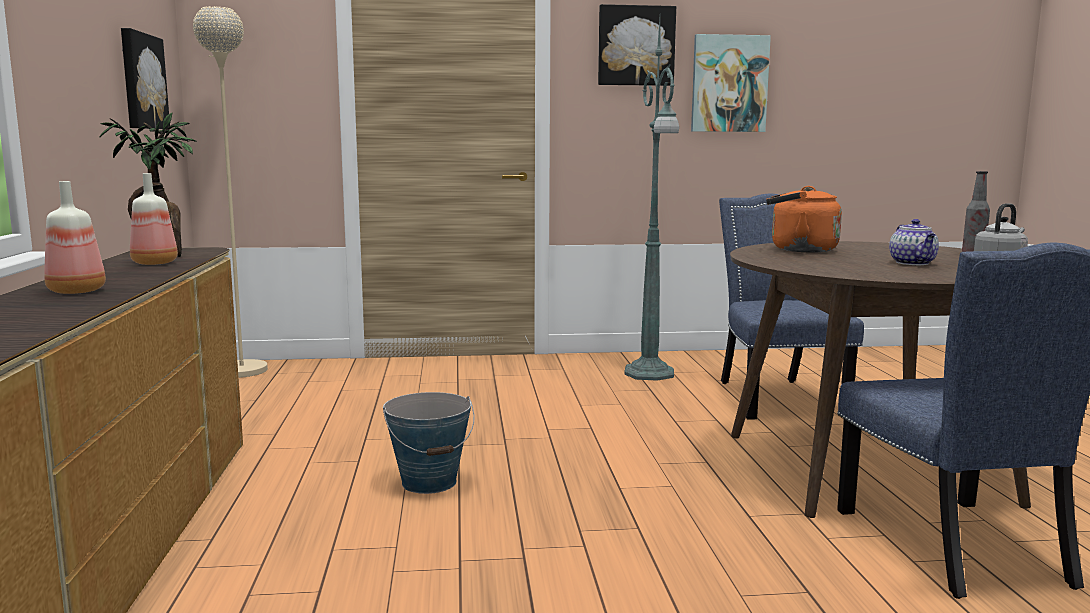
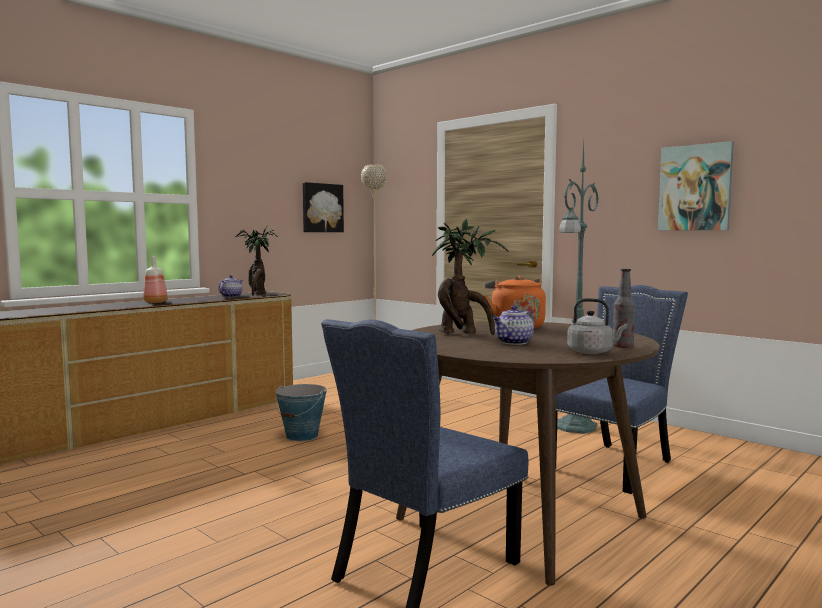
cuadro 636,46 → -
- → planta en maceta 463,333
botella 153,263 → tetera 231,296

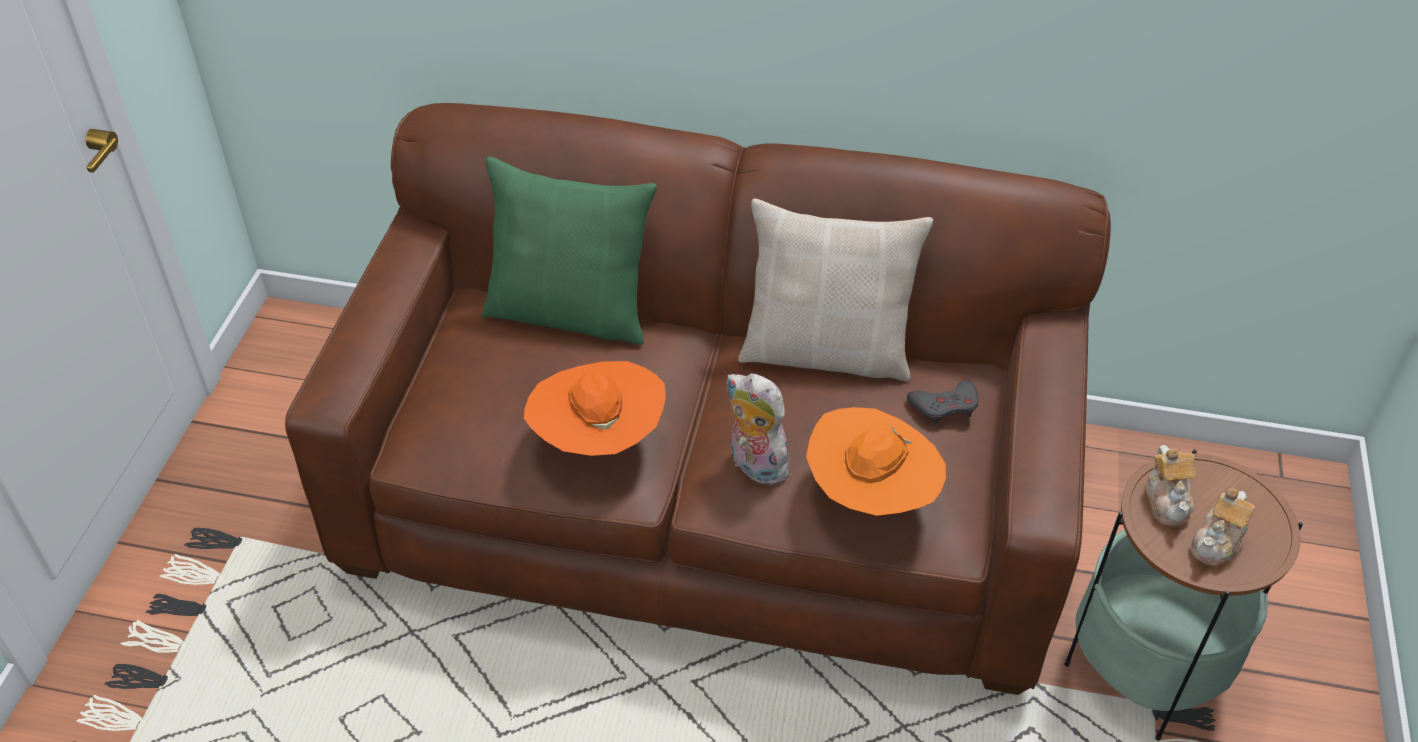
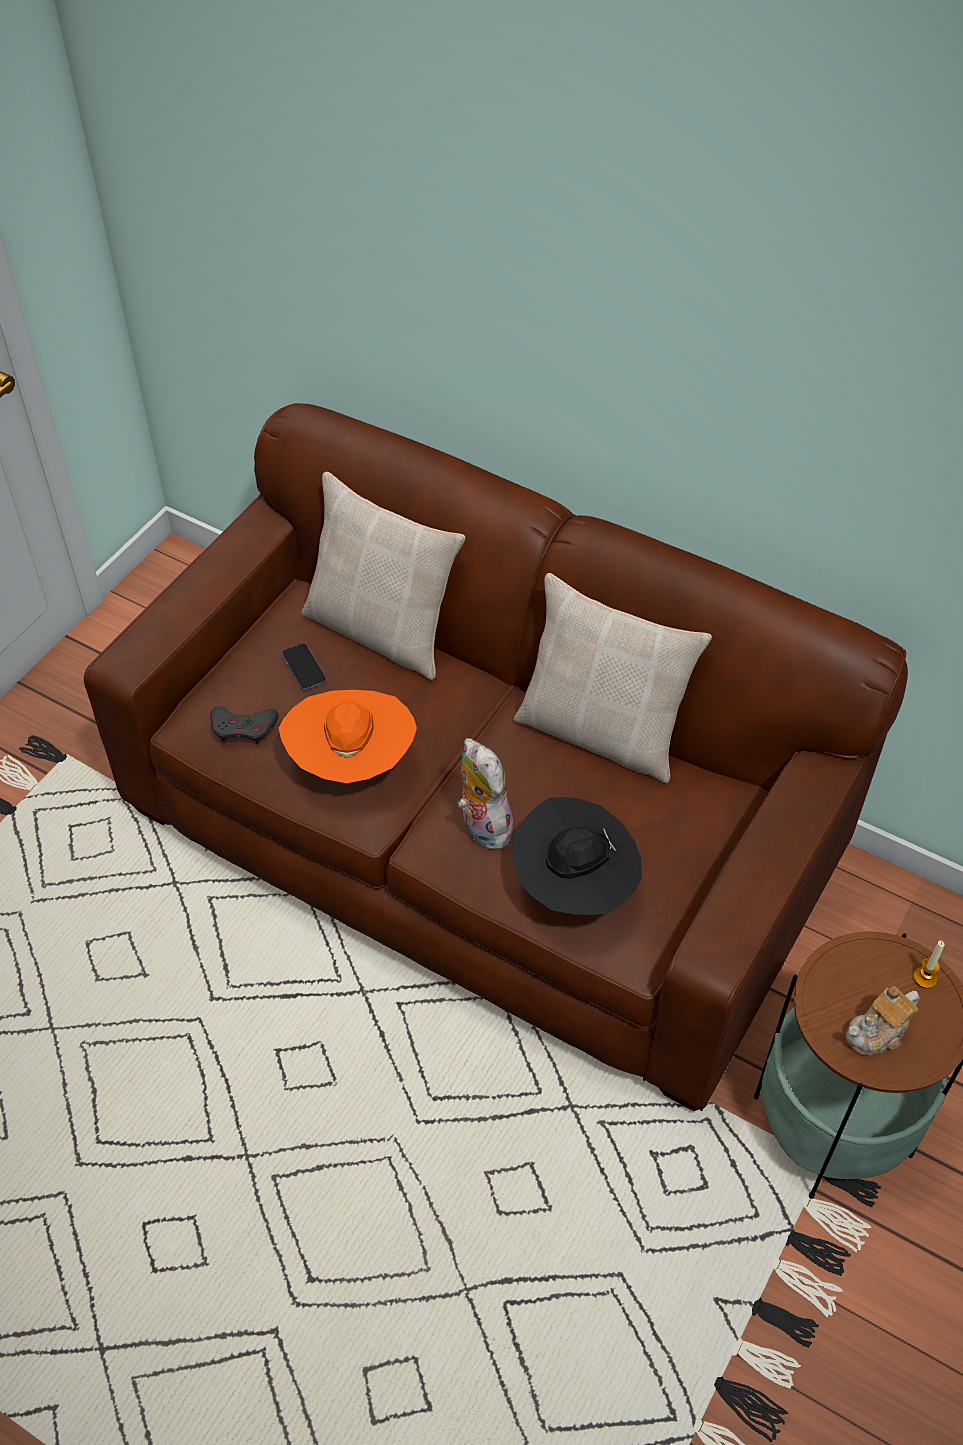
tetera 1167,500 → -
- → móvil 304,668
- → vela 925,978
mando de consola/gris 945,406 → mando de consola/gris 243,728, moved
cojín/verde 570,312 → cojín/beis 382,630
sombrero/naranja 870,496 → sombrero/negro 574,887

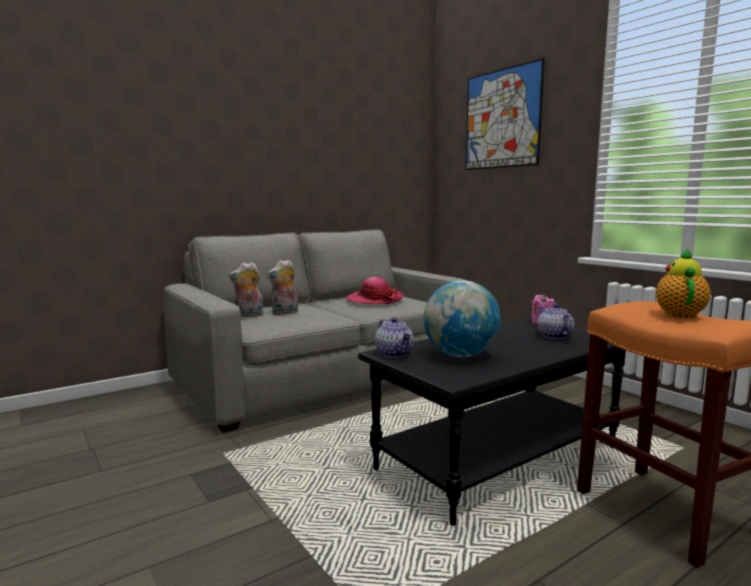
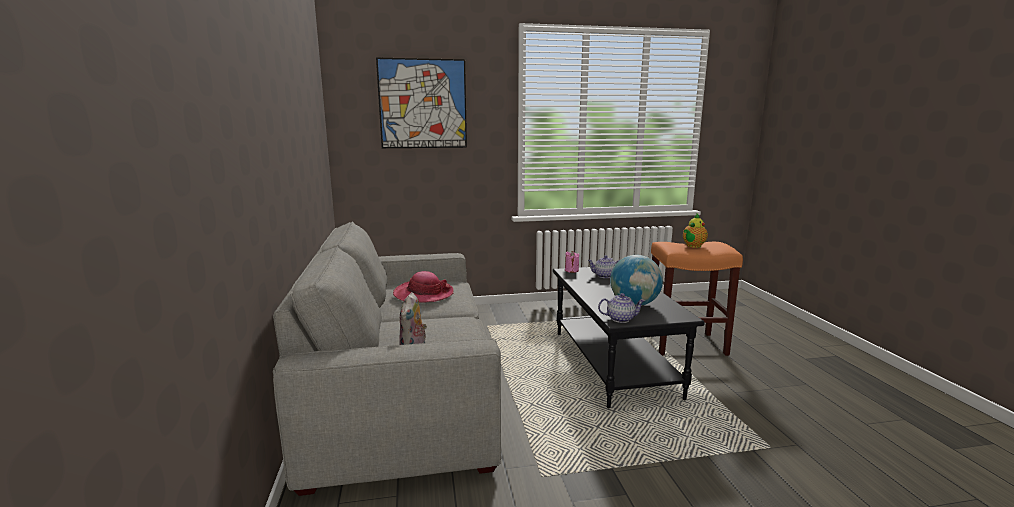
peluche 285,313 → -
tetera 679,314 → tetera 693,246, 90 degrees counterclockwise

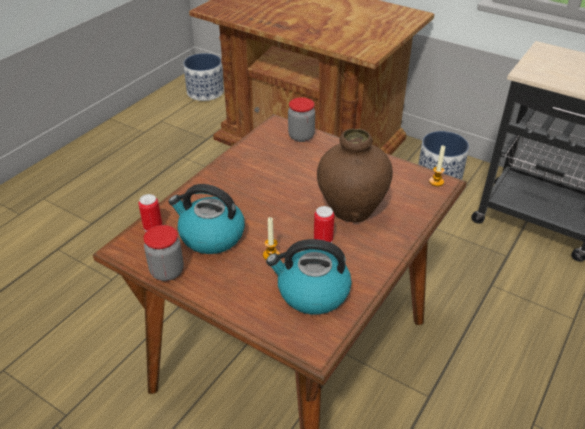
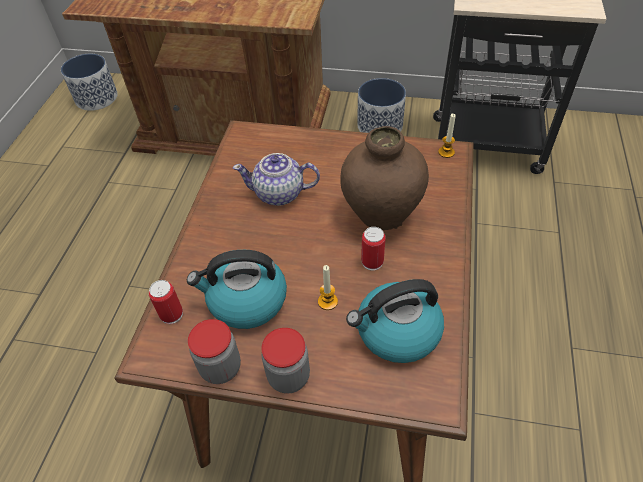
- → tetera 280,194
tarro 301,136 → tarro 288,376, moved

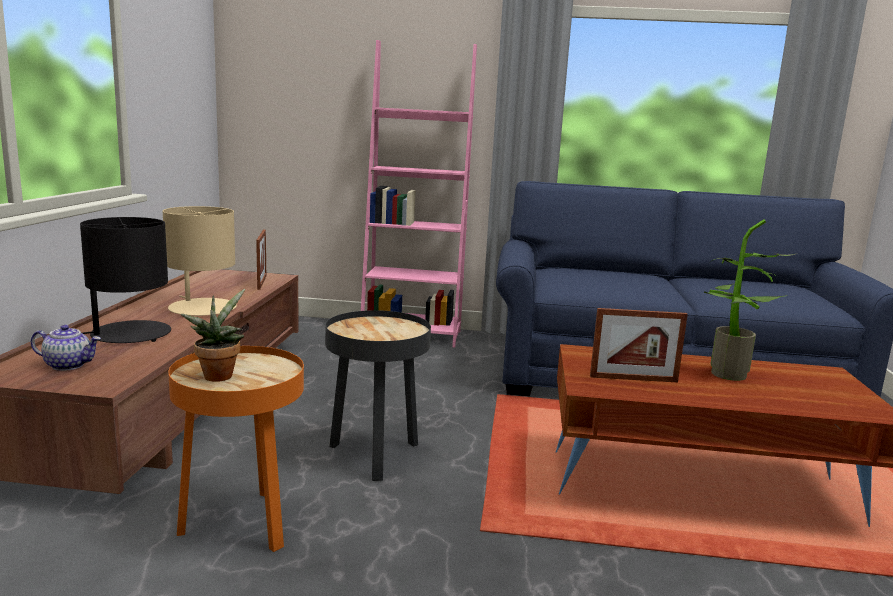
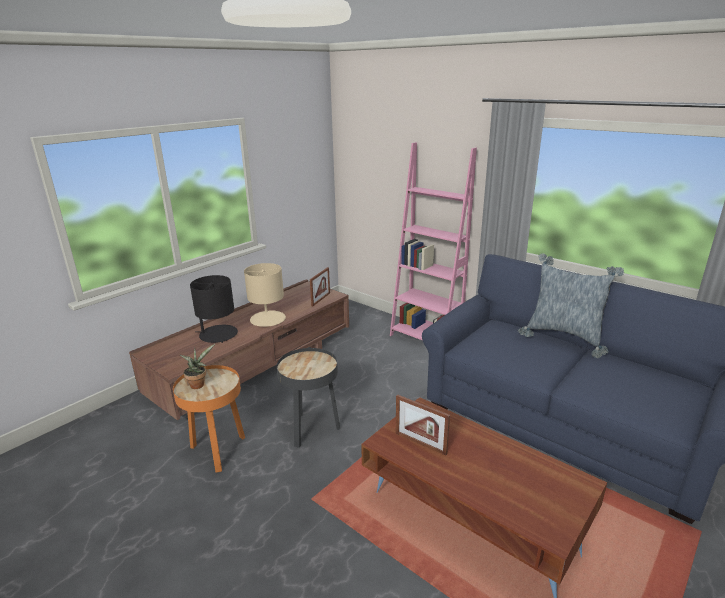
tetera 69,365 → -
planta en maceta 727,376 → -
- → cojín 563,341

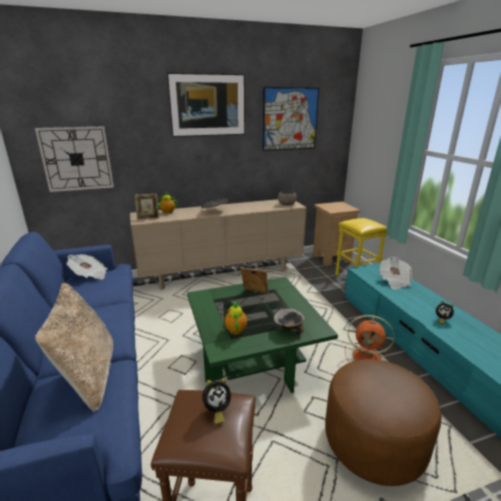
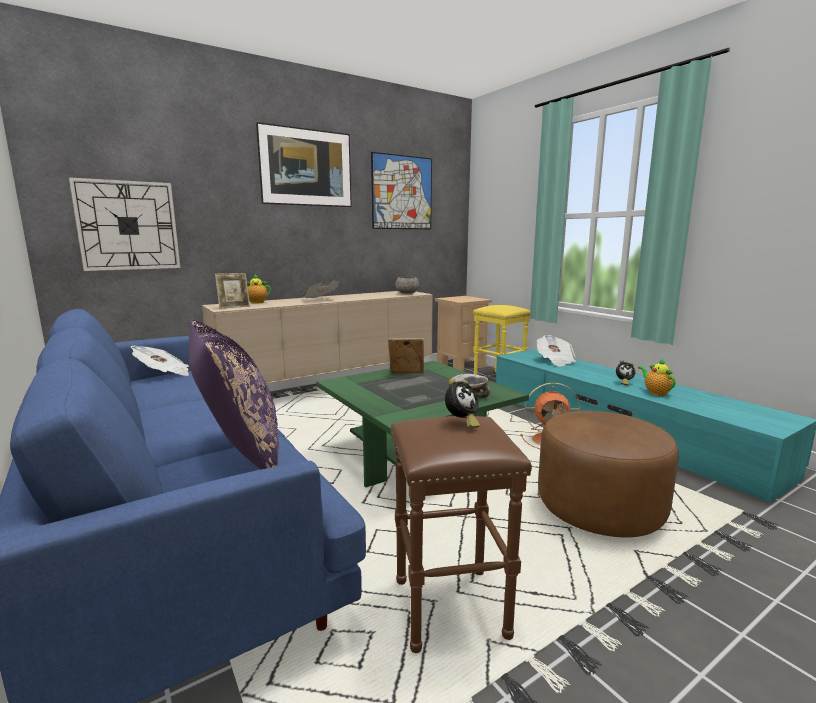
tetera 236,328 → tetera 655,392, moved
cojín/beis 90,378 → cojín/morado 239,453

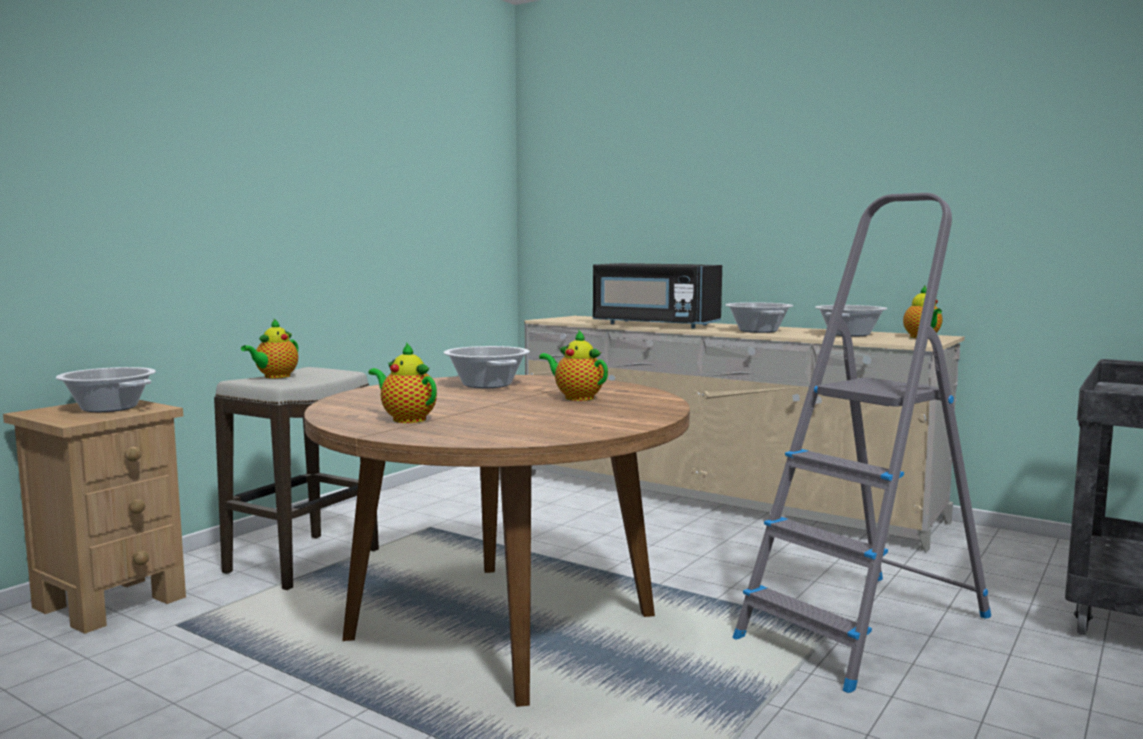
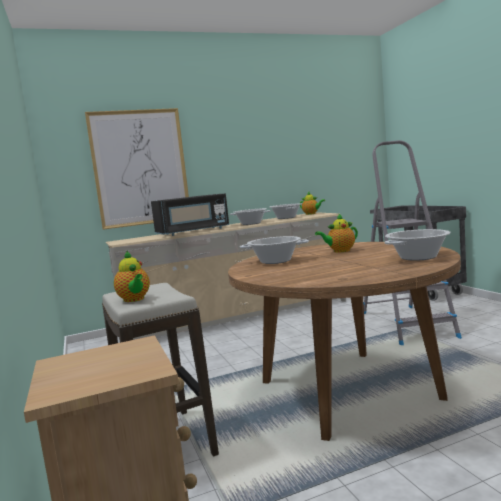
tetera 406,419 → -
- → cuadro 140,168
olla 109,408 → olla 417,257, moved

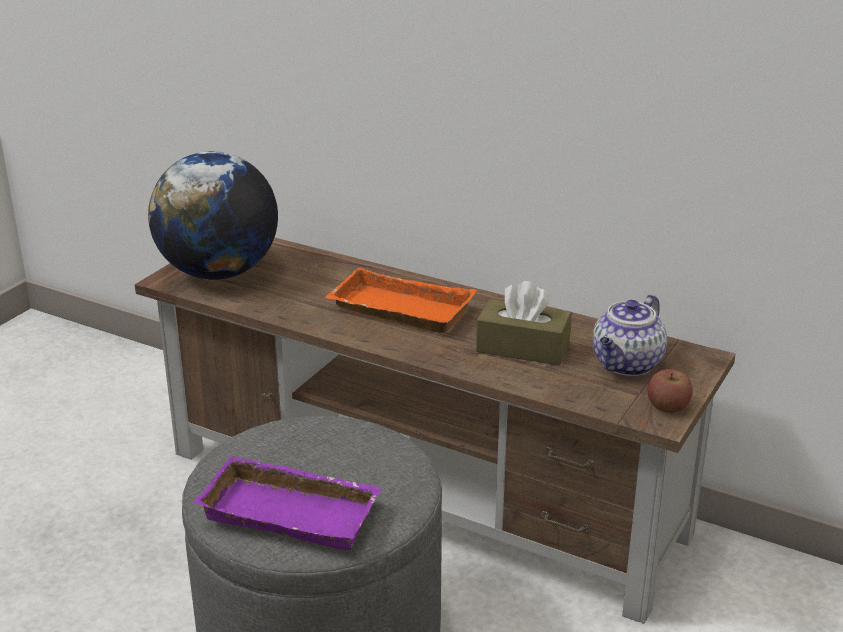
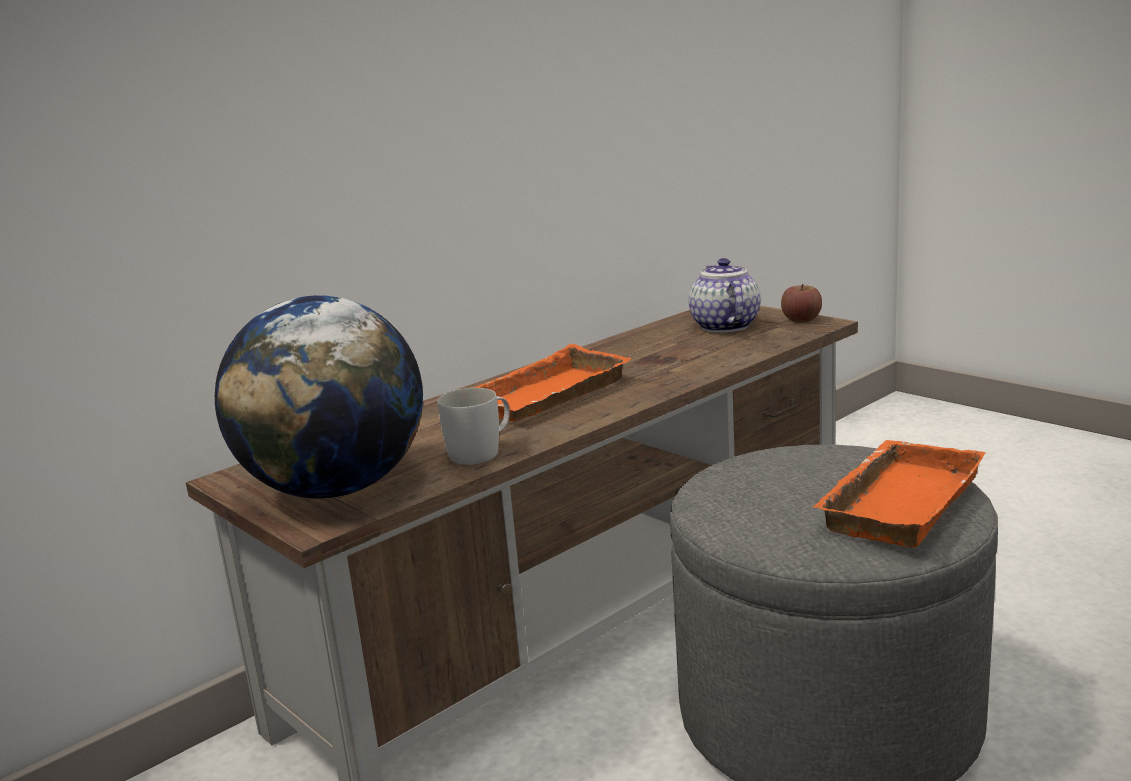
caja de pañuelos/marrón 523,348 → -
- → taza grande/blanco 482,451
bandeja/morado 294,511 → bandeja/naranja 897,501
tetera 627,365 → tetera 723,326, 150 degrees counterclockwise

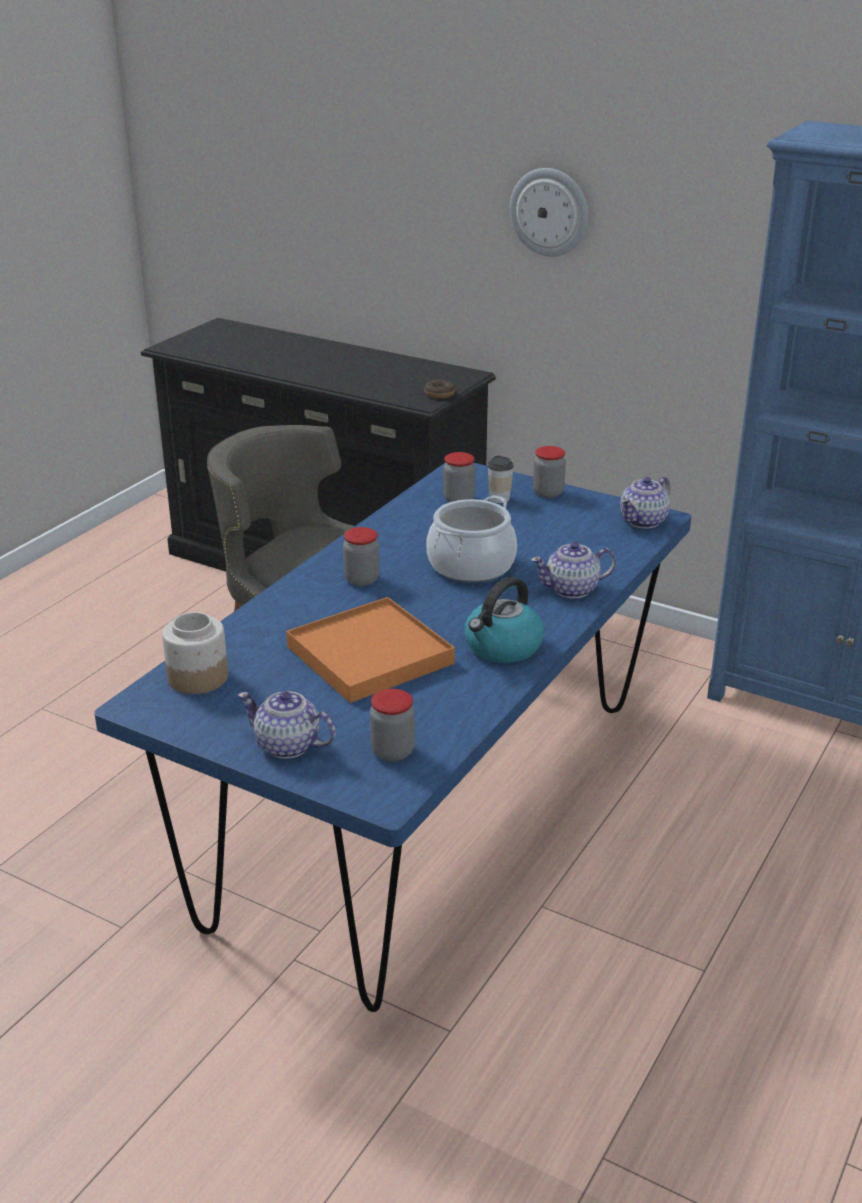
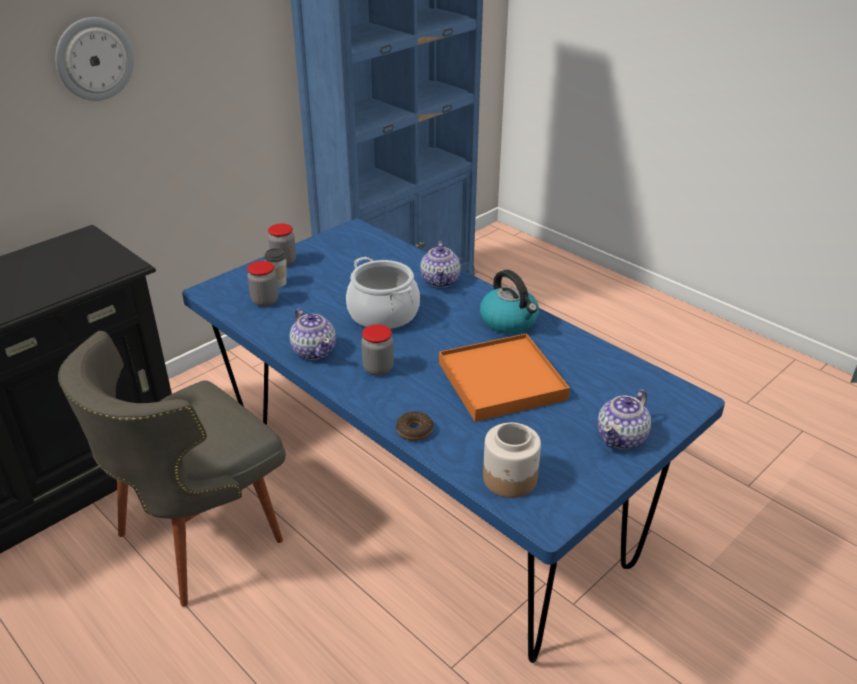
tarro 392,751 → -
rosquilla 439,394 → rosquilla 414,430, moved
tetera 644,521 → tetera 314,350, moved

